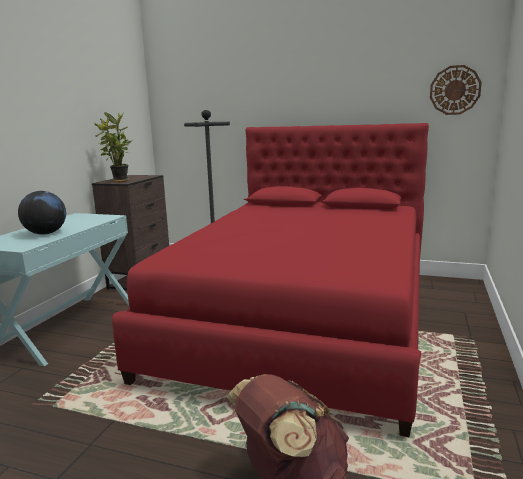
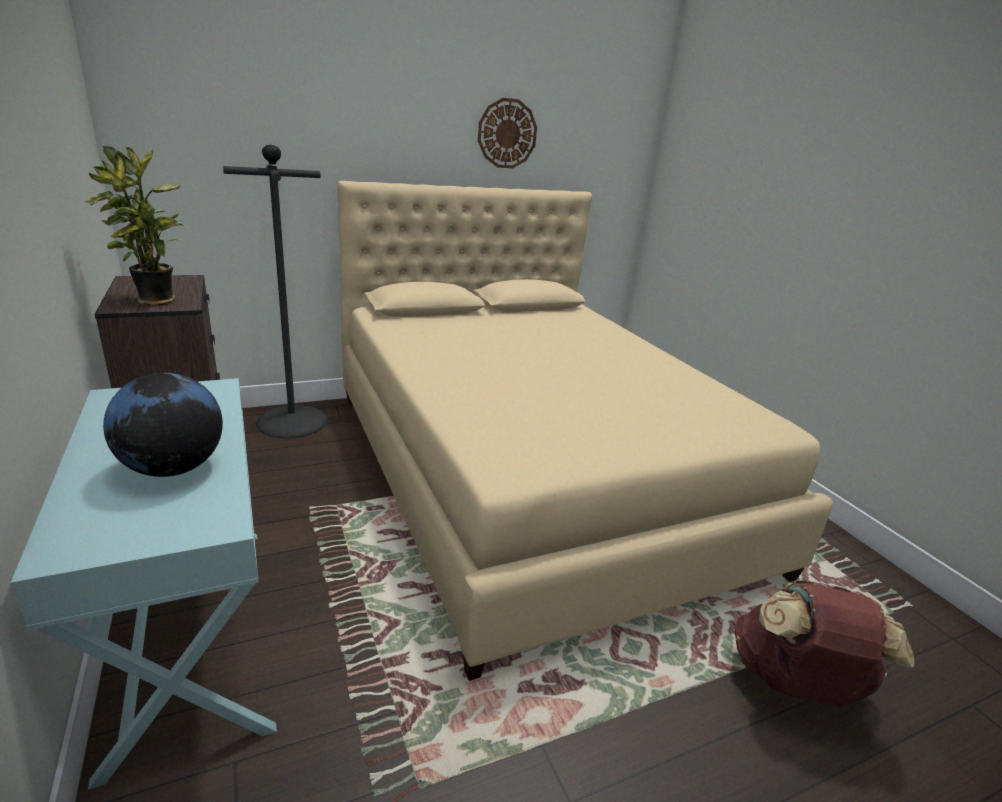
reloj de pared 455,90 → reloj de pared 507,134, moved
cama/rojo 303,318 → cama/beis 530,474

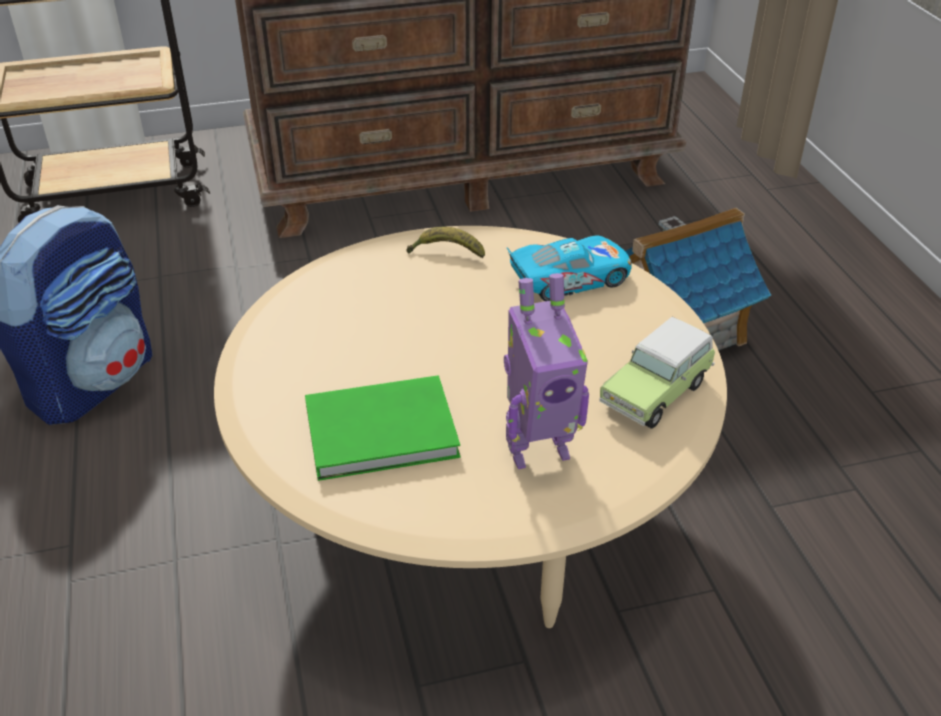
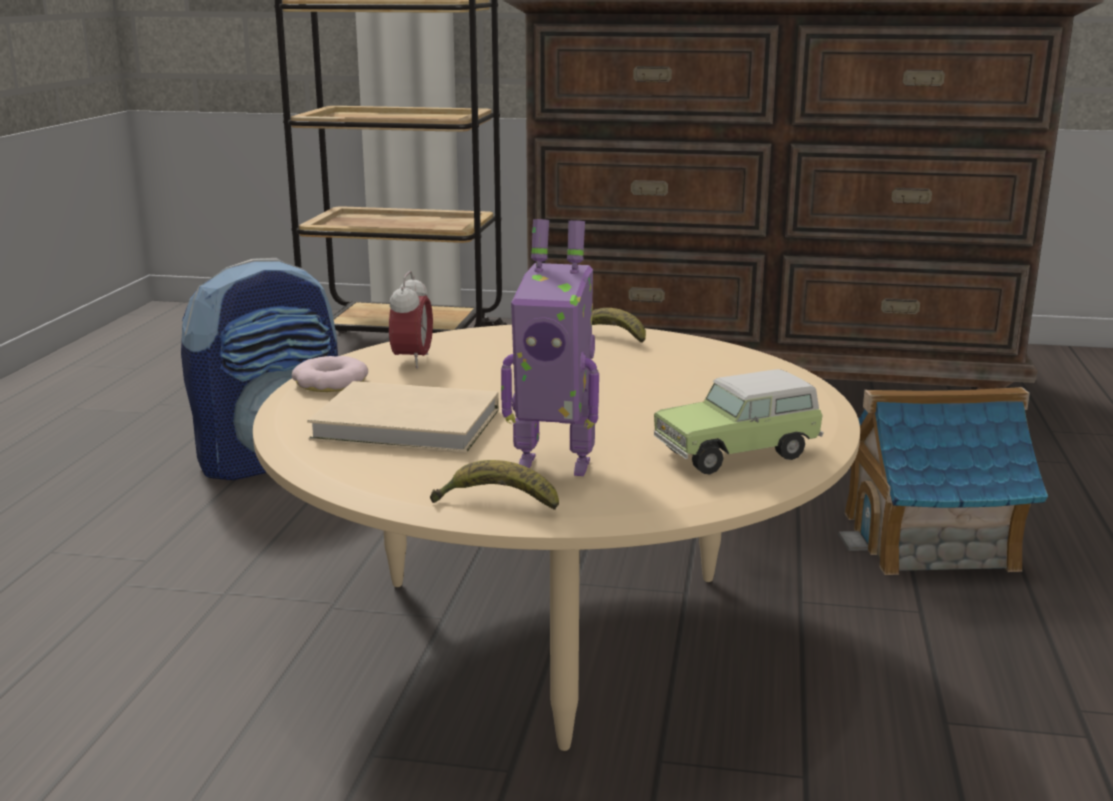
coche de juguete 569,279 → -
- → rosquilla 331,383
- → despertador 412,361
- → plátano 496,503
libro/verde 386,433 → libro/beis 410,426

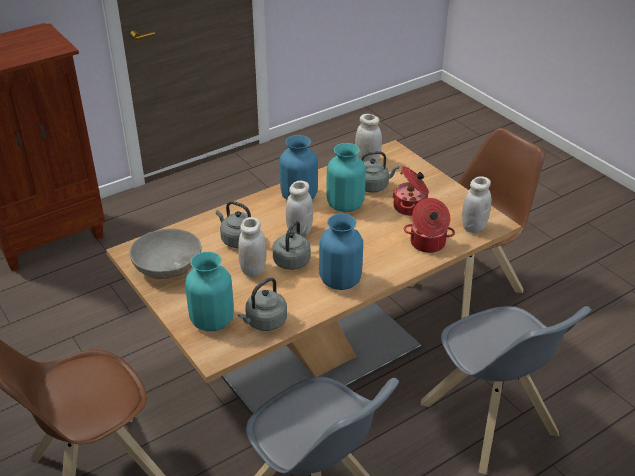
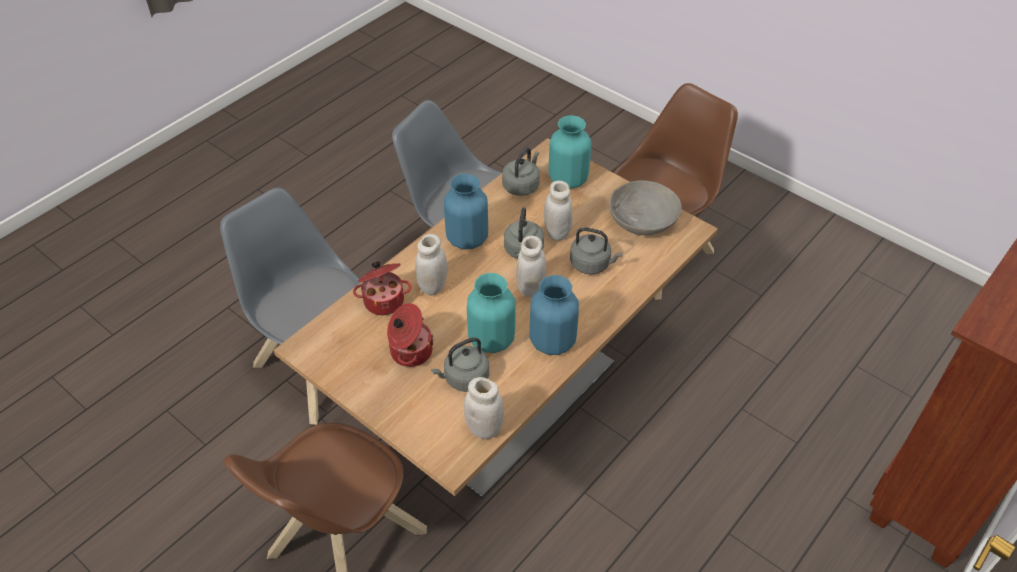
tarro/blanco 473,227 → tarro/blanco 433,286, moved

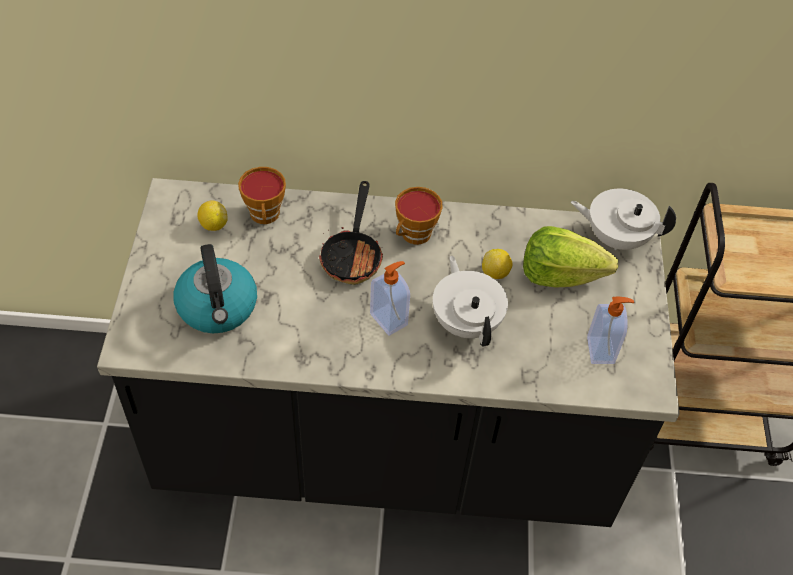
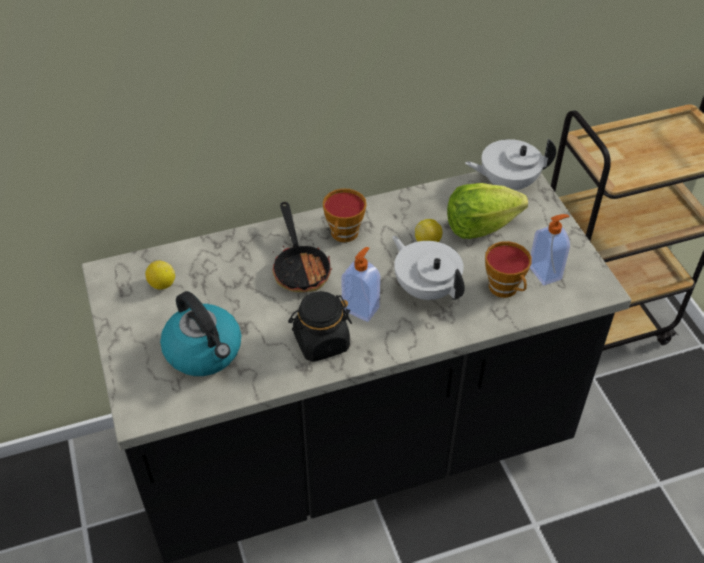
- → tarro/negro 321,342
taza 265,216 → taza 505,289, moved

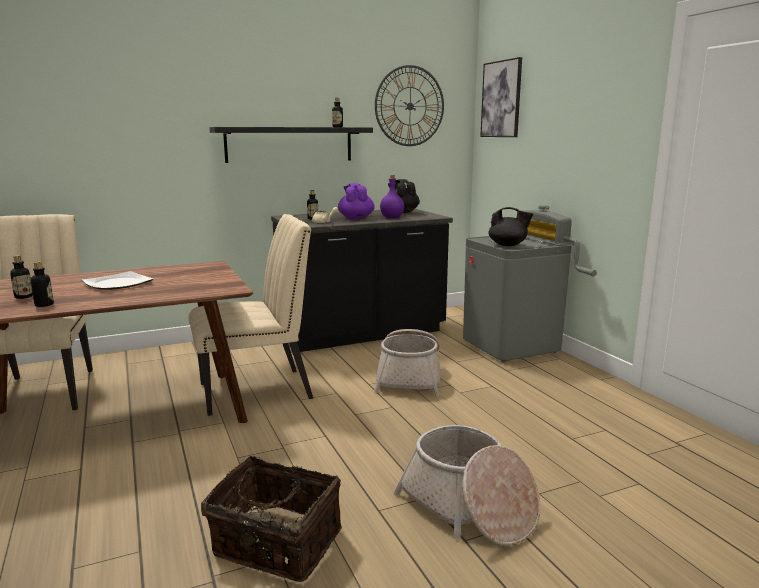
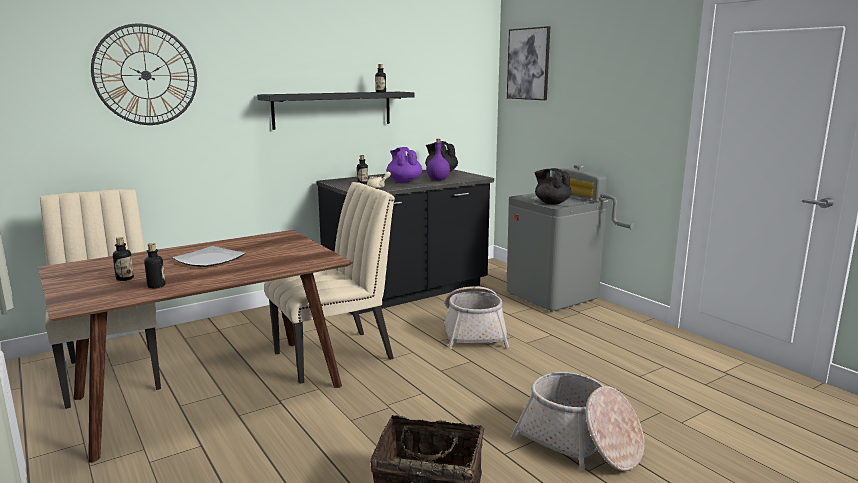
reloj de pared 410,106 → reloj de pared 146,75, moved
tetera/negro 508,245 → tetera/negro 551,203, 135 degrees counterclockwise

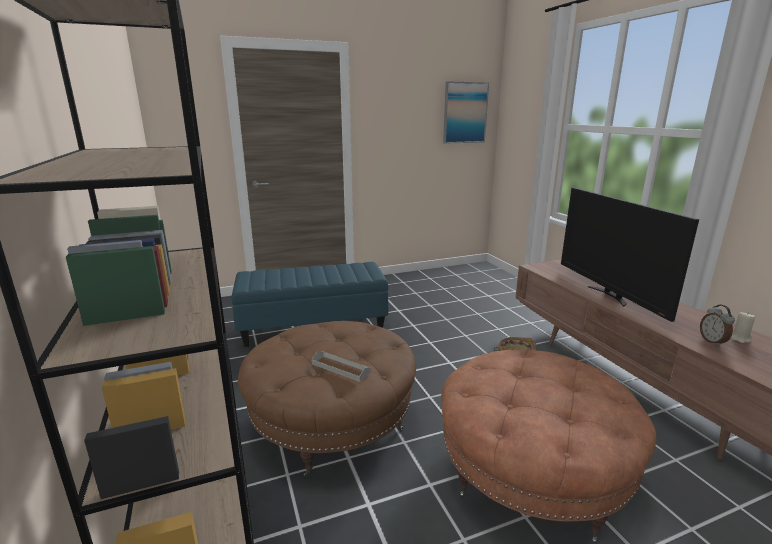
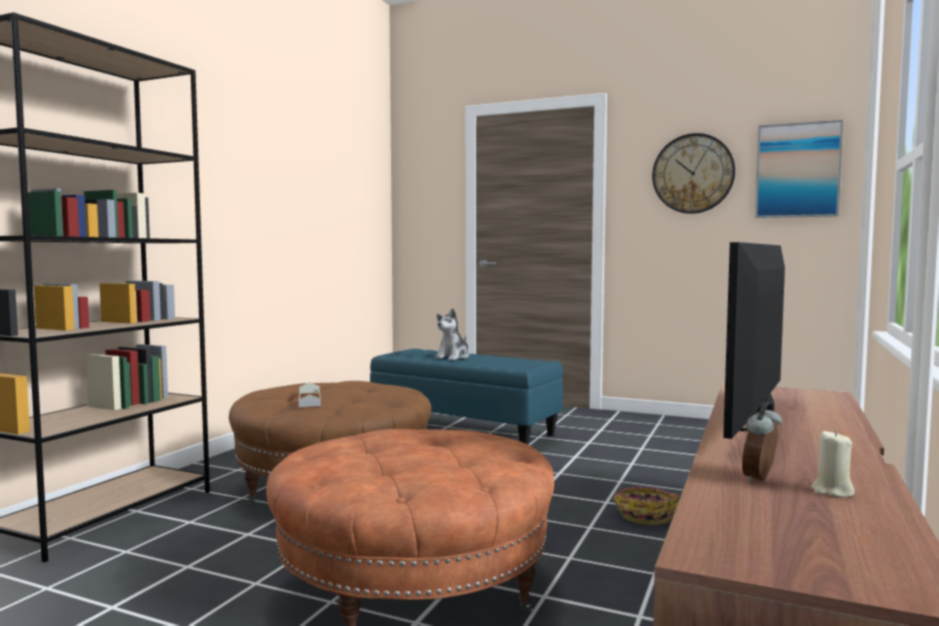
- → peluche 453,357
- → reloj de pared 693,173

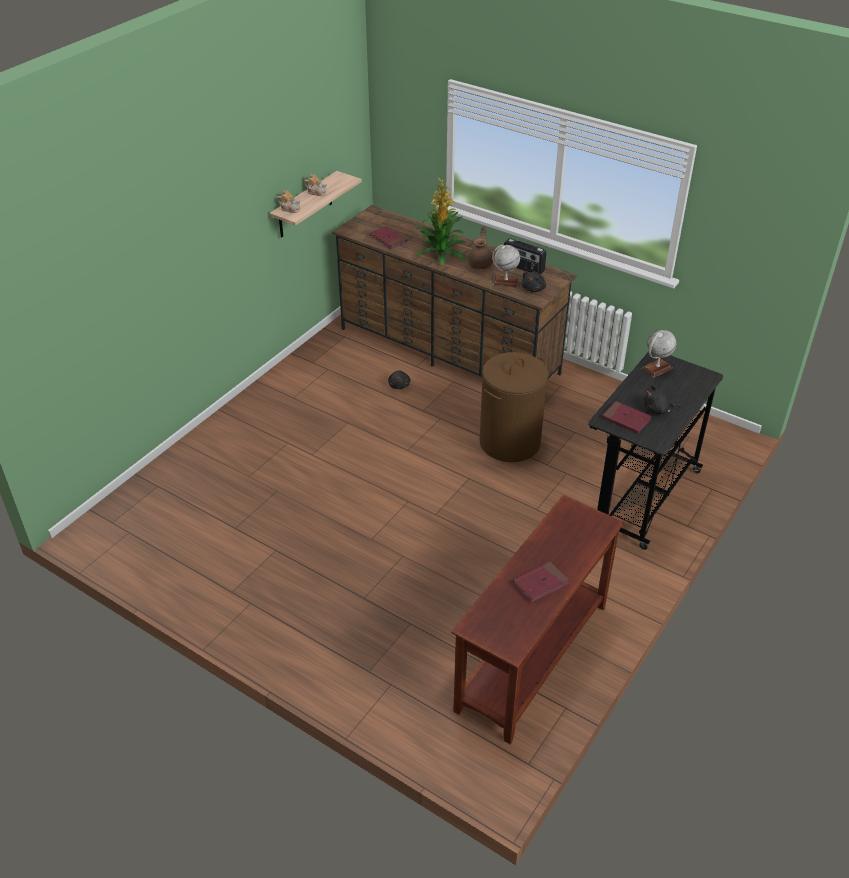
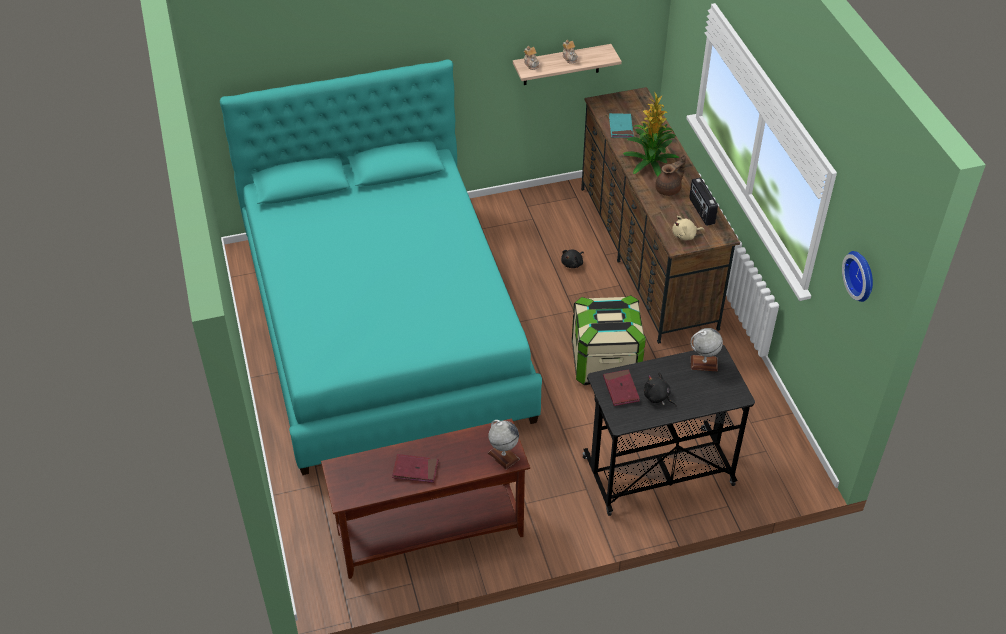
- → cama/turquesa 385,326
- → reloj de pared 862,275
globo terráqueo 505,282 → globo terráqueo 503,456, moved
cesto de la ropa/marrón 510,442 → caja de almacenaje 605,363
libro/rojo 388,239 → libro/turquesa 621,127
peluche/negro 534,289 → peluche/beis 685,235

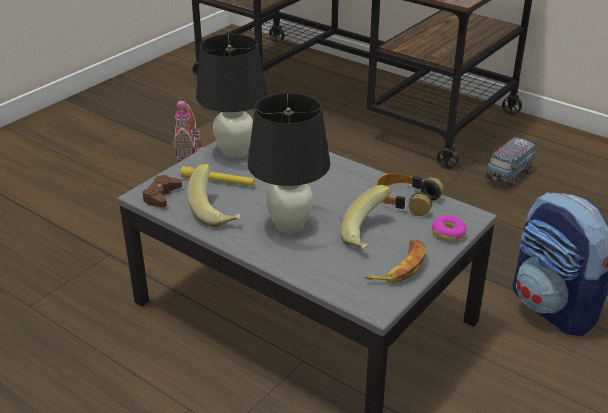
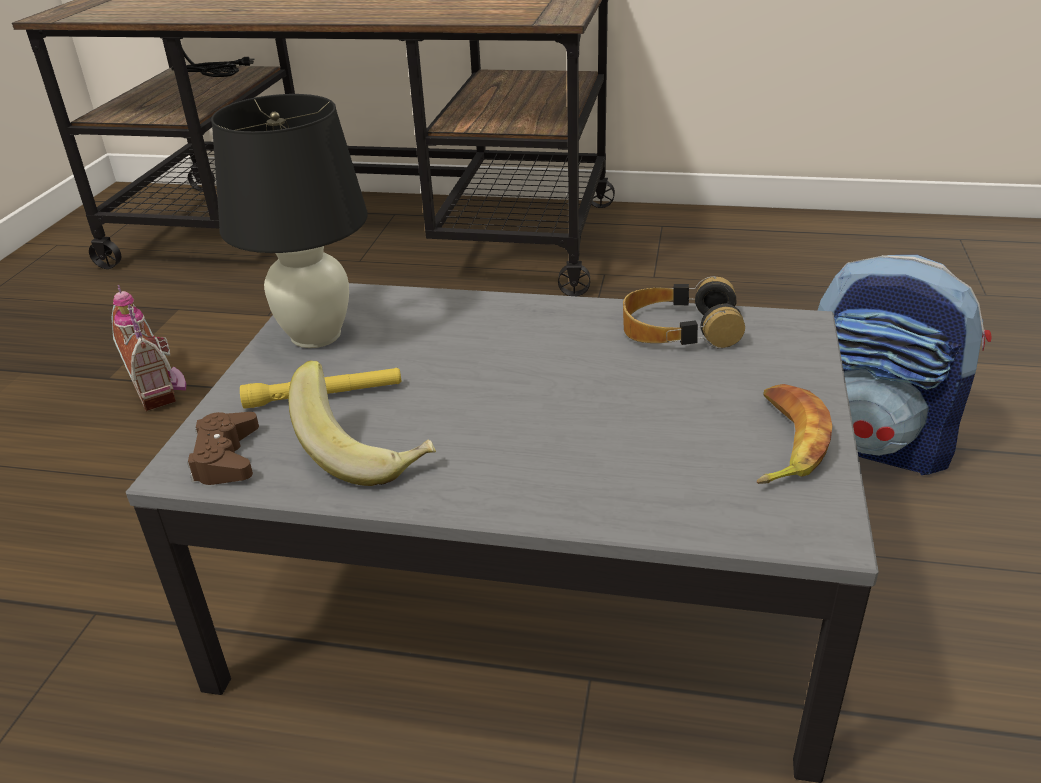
lámpara de mesa/negro 290,225 → -
plátano 368,235 → -
rosquilla 448,233 → -
camión de juguete 508,175 → -

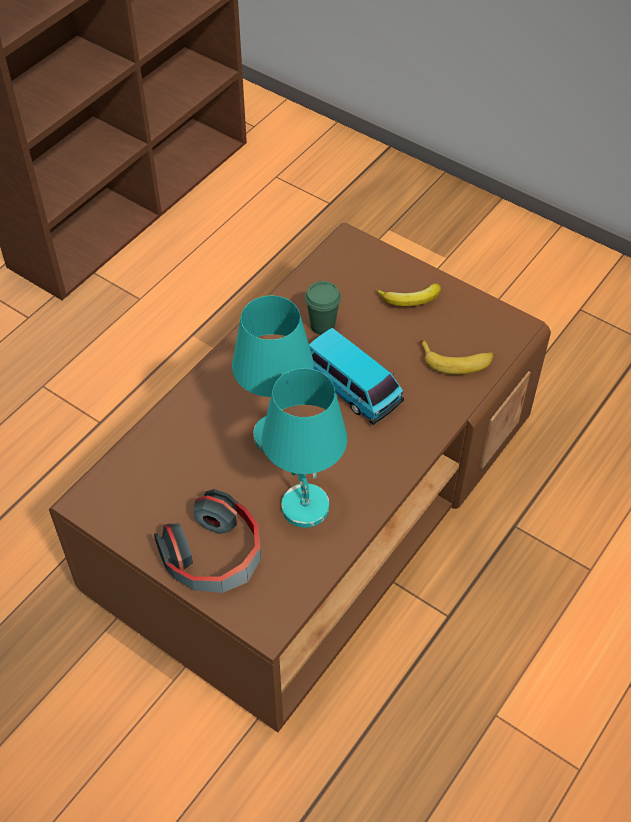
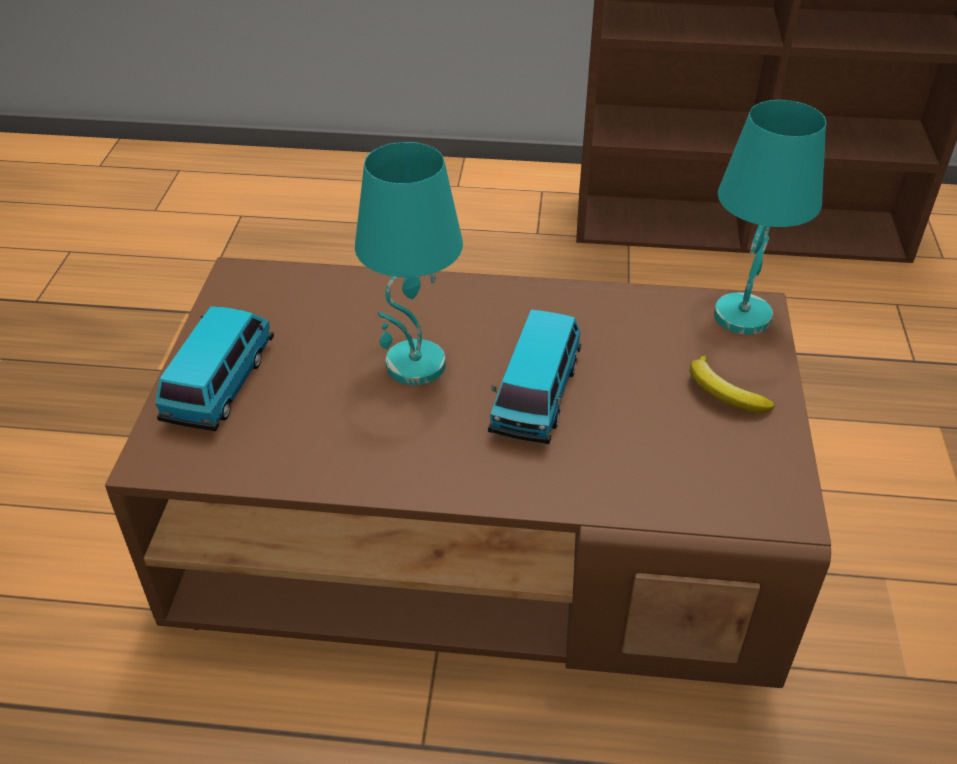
taza/verde 322,326 → -
plátano 457,361 → -
lámpara de mesa/turquesa 303,506 → lámpara de mesa/turquesa 742,315, moved
auriculares 215,556 → coche de juguete 220,384

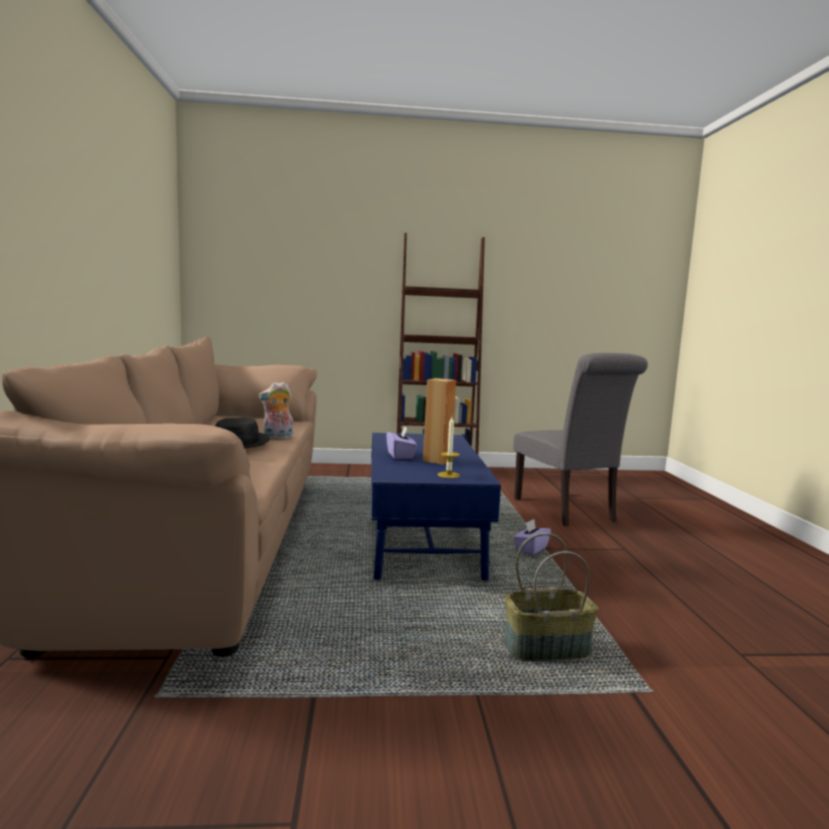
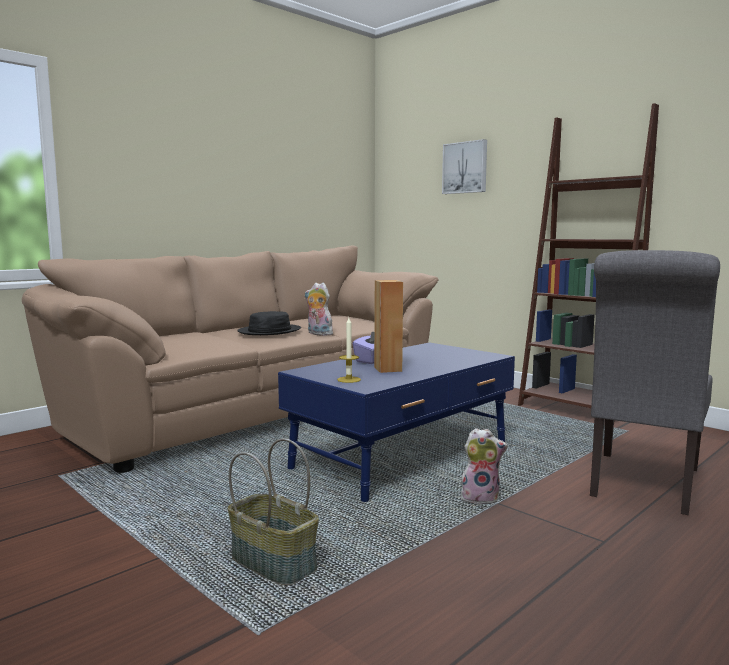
- → cuadro 465,167
caja de pañuelos/morado 531,549 → peluche 480,498

